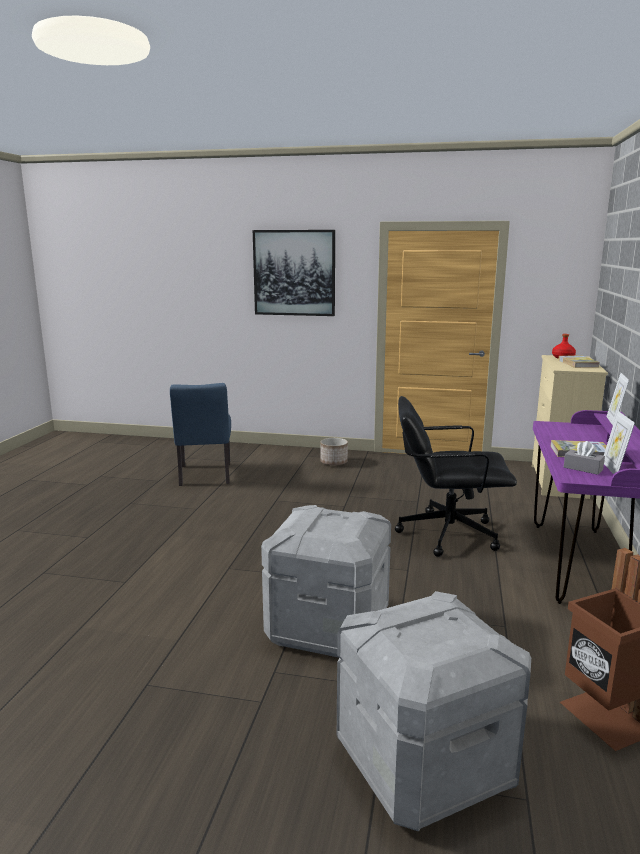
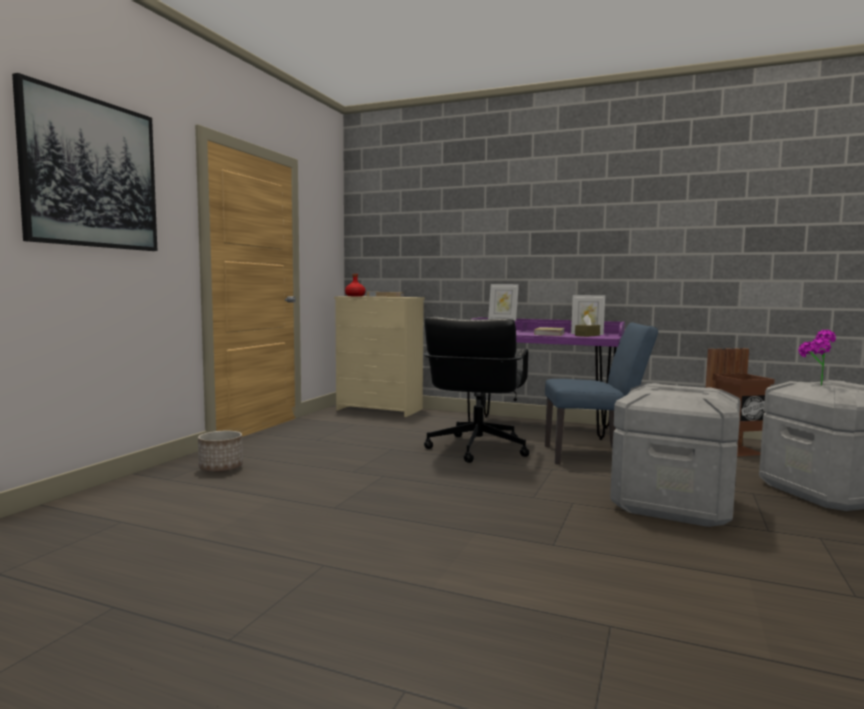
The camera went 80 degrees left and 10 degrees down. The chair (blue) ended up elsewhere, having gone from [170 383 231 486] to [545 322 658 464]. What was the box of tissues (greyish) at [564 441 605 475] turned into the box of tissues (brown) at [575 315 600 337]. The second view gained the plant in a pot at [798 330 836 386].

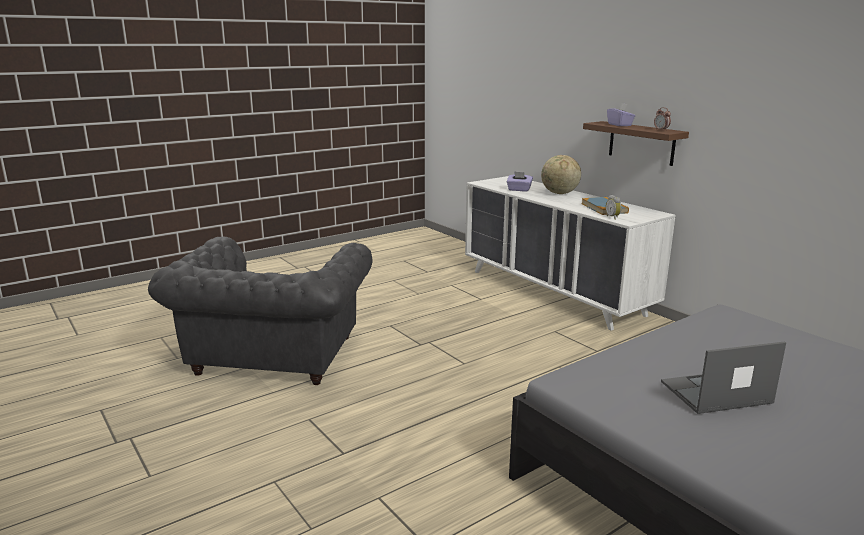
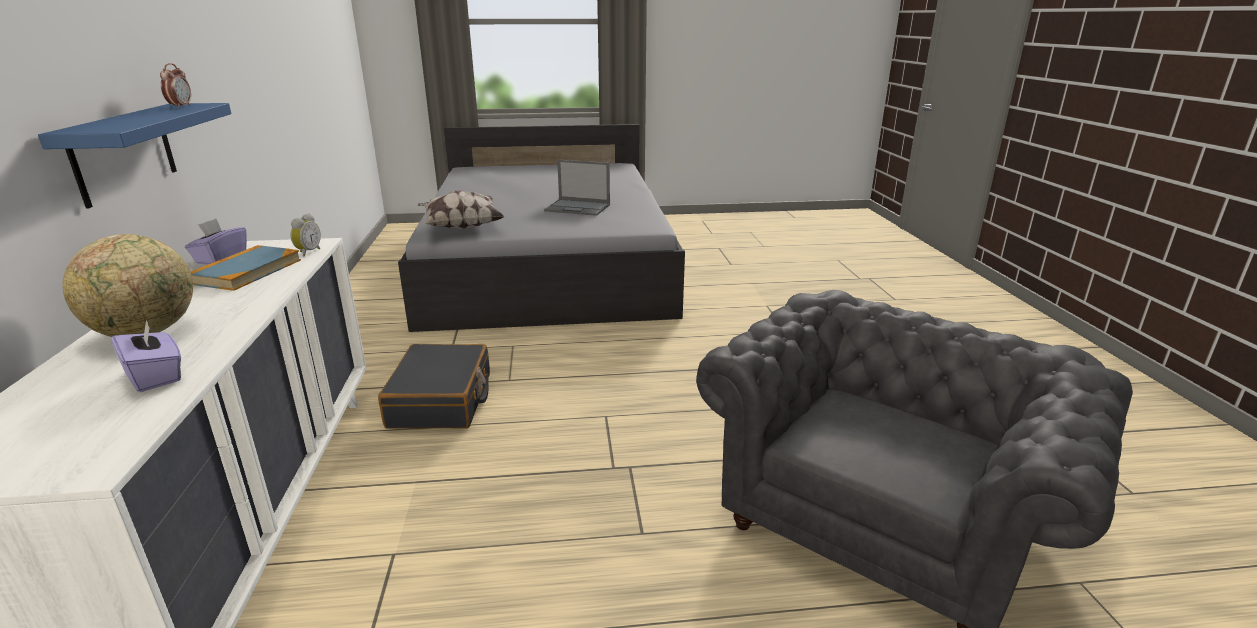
The camera went 150 degrees left and 5 degrees up. What was the bracket shelf (brown) at [583 121 689 166] turned into the bracket shelf (blue) at [38 103 231 209]. The box of tissues (purple) ended up elsewhere, having gone from [607 103 635 126] to [185 218 247 265]. The second view gained the suitcase (black-coloured) at [378 344 490 429]. The second view gained the pillow at [418 191 505 230].

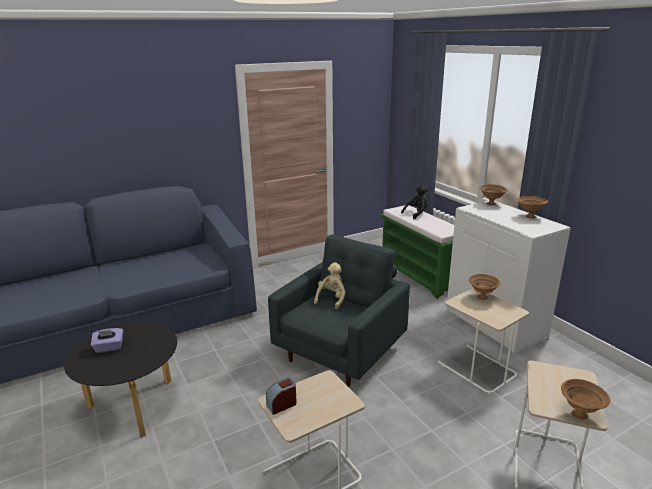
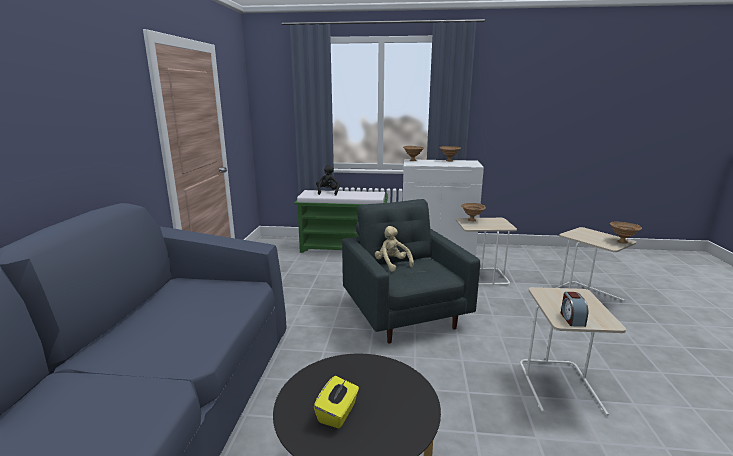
The camera went 55 degrees left and 5 degrees down. What was the box of tissues (purple) at [91 328 123 353] turned into the box of tissues (yellowish) at [314 376 359 428].

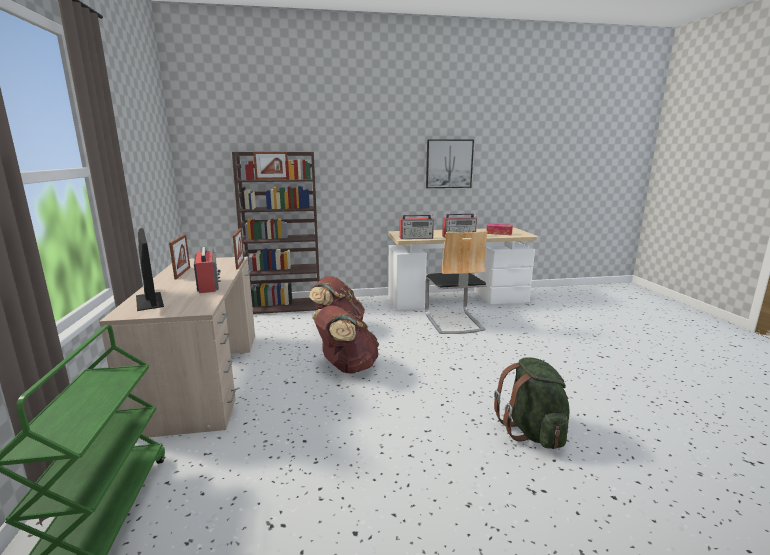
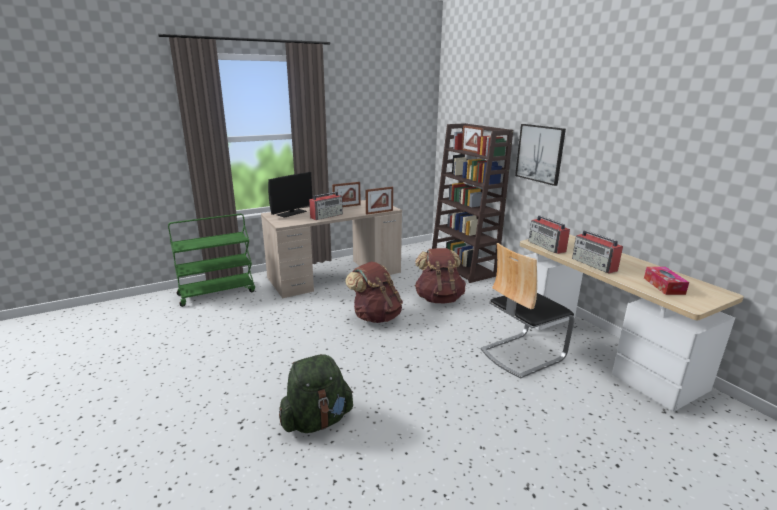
The camera went 70 degrees right and 5 degrees up. The wall picture ended up elsewhere, having gone from [426 139 474 188] to [515 124 566 186].

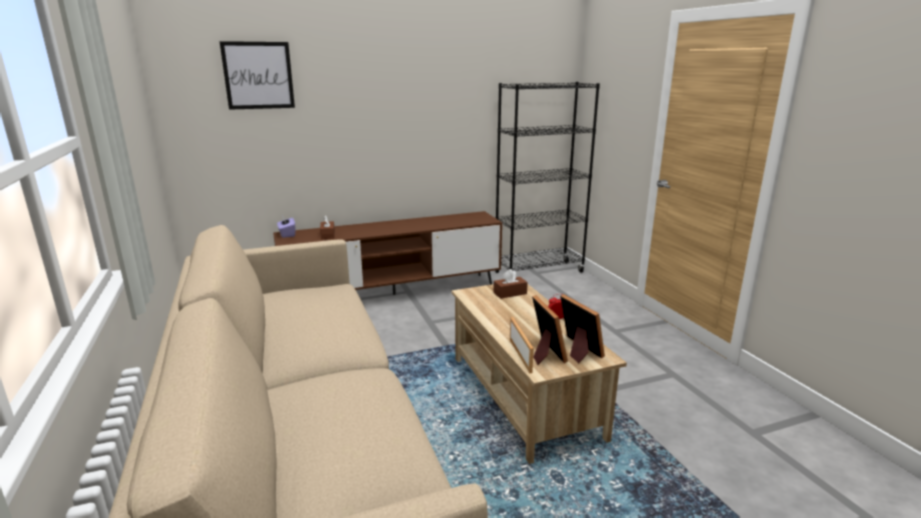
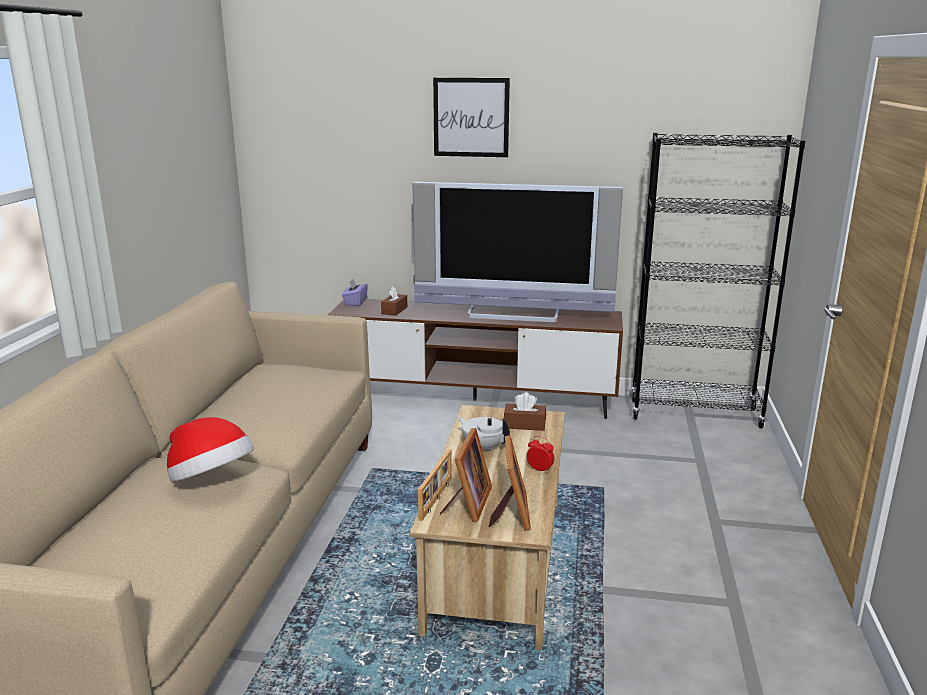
The camera went 30 degrees right and 0 degrees up. The second view gained the wearable hat at [167 417 254 482]. The second view gained the TV set at [412 182 623 322]. The wall picture ended up elsewhere, having gone from [219 41 295 110] to [433 78 510 157]. The second view gained the pot for tea (white) at [458 417 510 451].

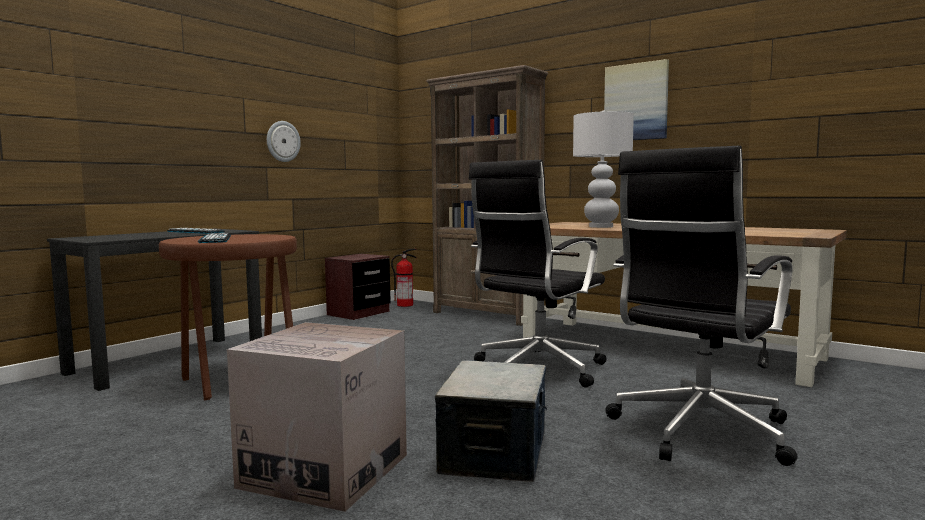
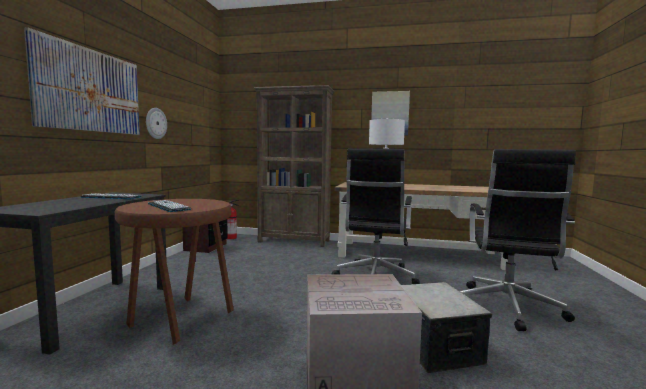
The camera went 25 degrees left and 0 degrees up. The second view gained the wall picture at [24 27 140 135].

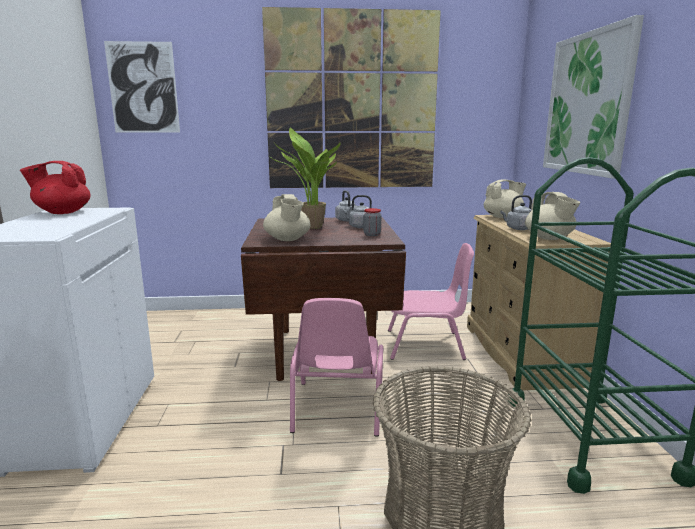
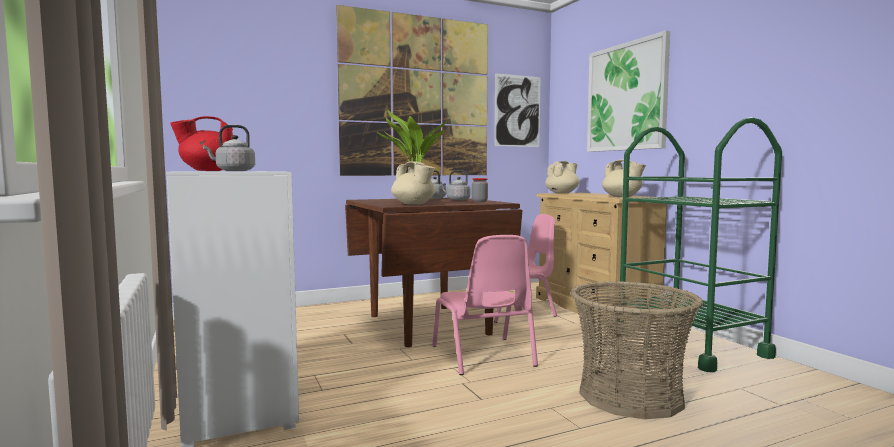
The camera went 20 degrees left and 10 degrees down. The kettle (greyish) ended up elsewhere, having gone from [500 195 532 230] to [203 125 255 171]. The wall picture ended up elsewhere, having gone from [104 41 180 133] to [494 73 541 147].

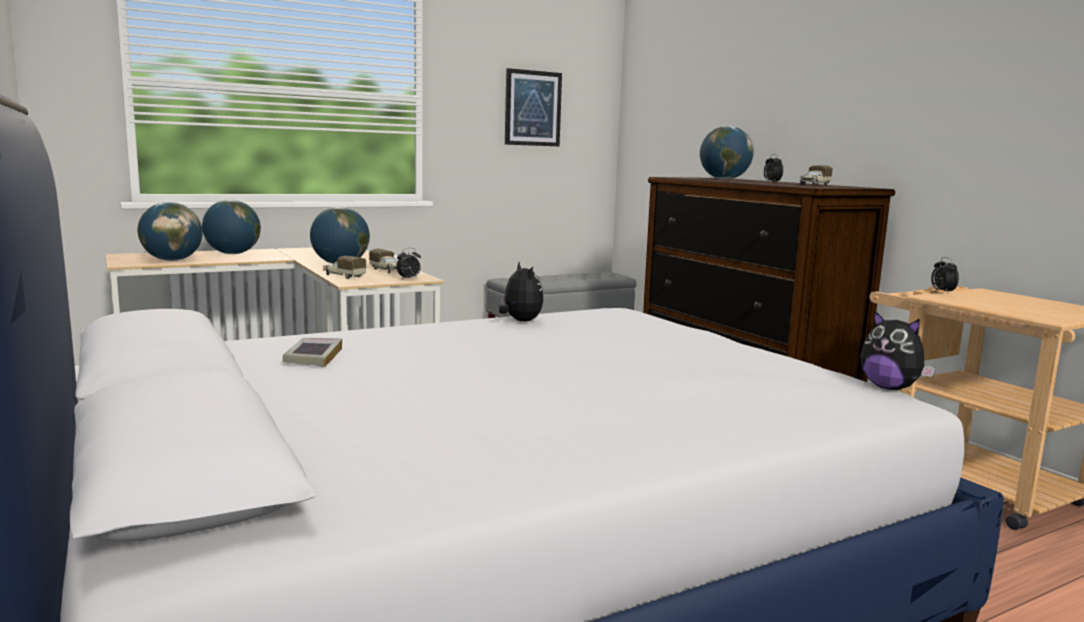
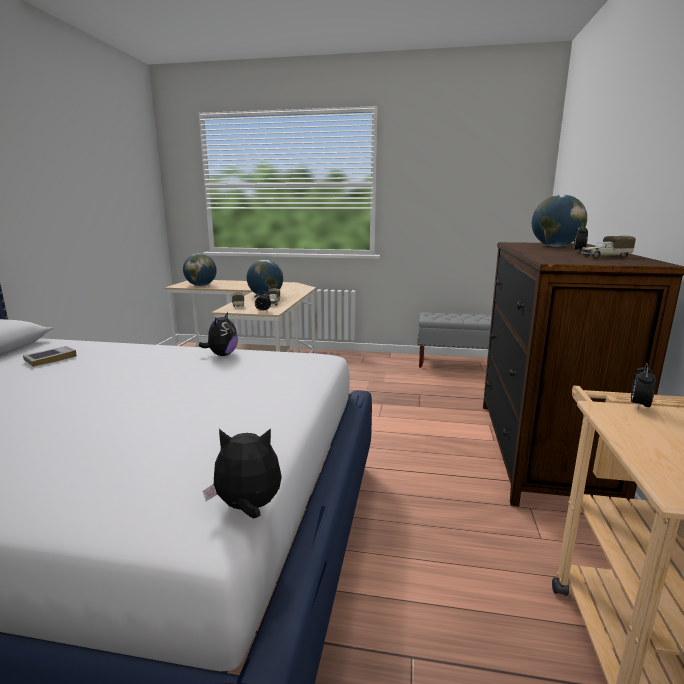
The camera went 40 degrees right and 5 degrees up. The plush toy at [860 311 935 390] ended up facing another way, 90 degrees clockwise from before. The second view lost the globe at [202 199 261 254]. The second view lost the wall picture at [505 68 562 146].

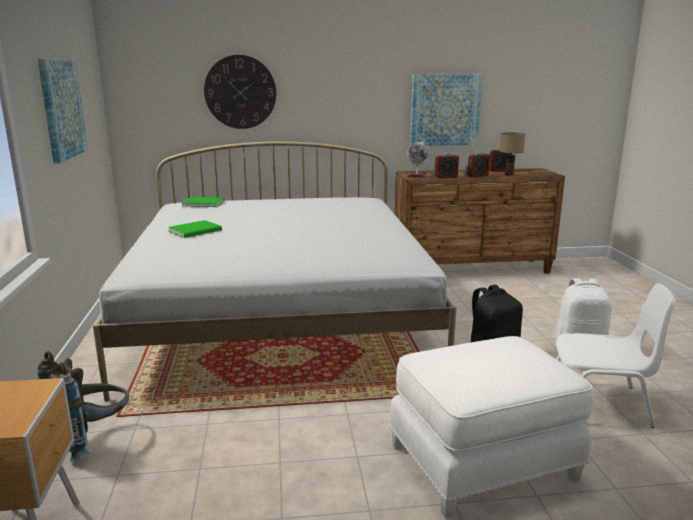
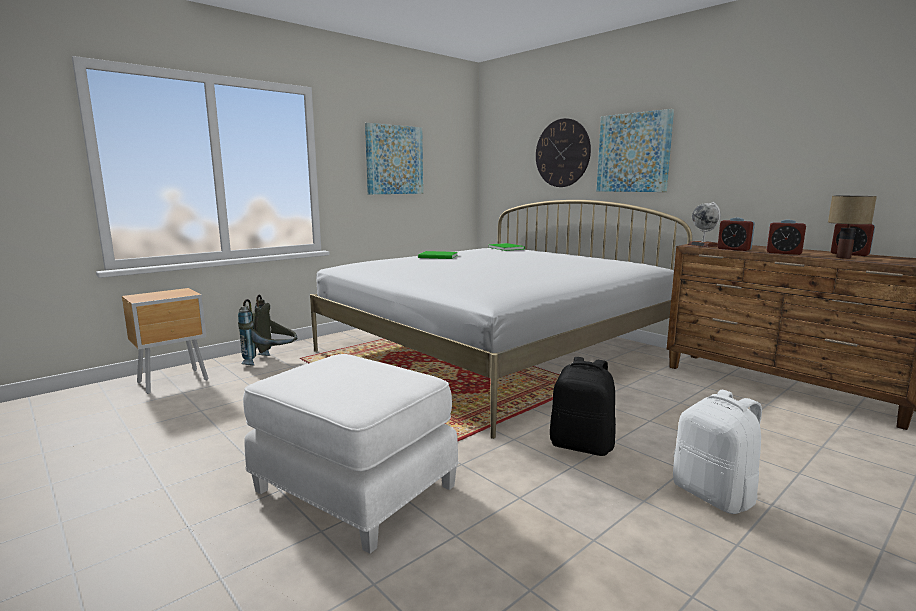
The camera went 55 degrees right and 5 degrees down. The wall picture ended up elsewhere, having gone from [410 74 482 146] to [597 109 674 192]. The second view lost the chair (white) at [556 284 676 428].

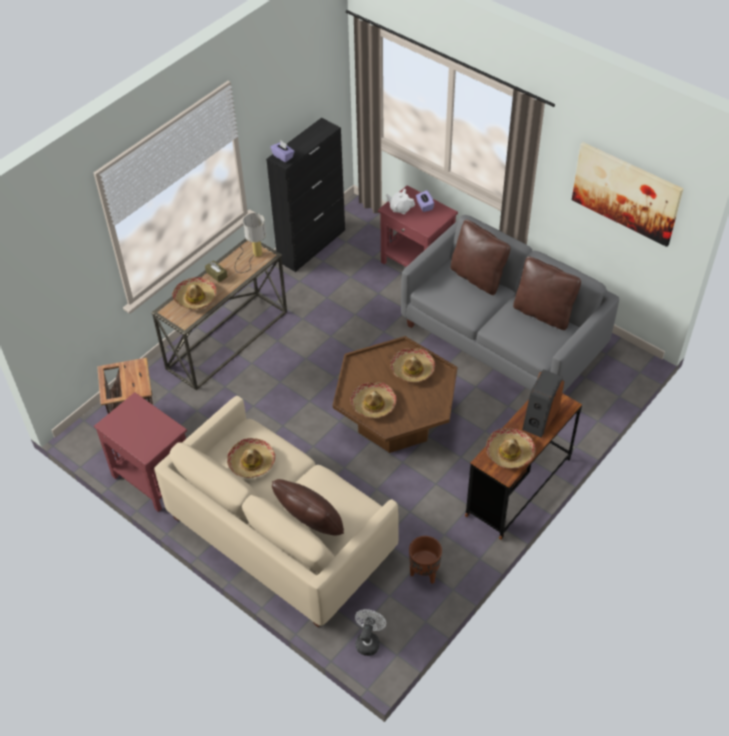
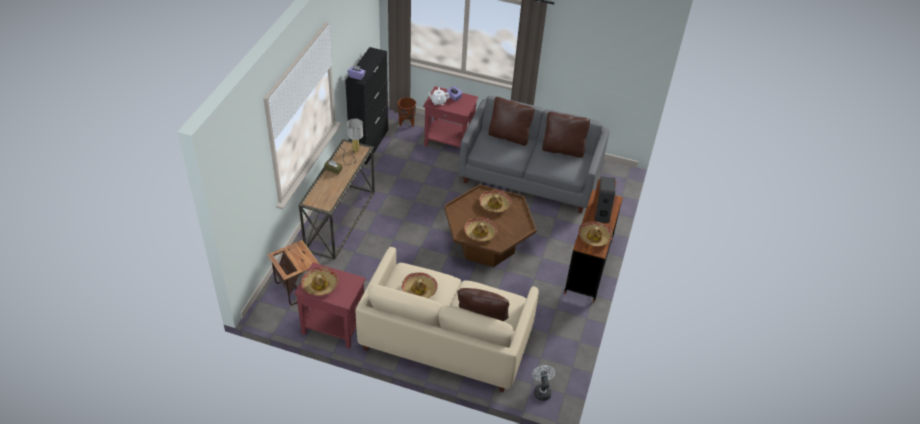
The camera went 25 degrees left and 5 degrees down. The wearable hat ended up elsewhere, having gone from [172 277 217 309] to [301 267 338 296]. The plant pot (brown) ended up elsewhere, having gone from [409 536 442 584] to [398 97 416 127]. The second view lost the wall picture at [572 142 683 247].

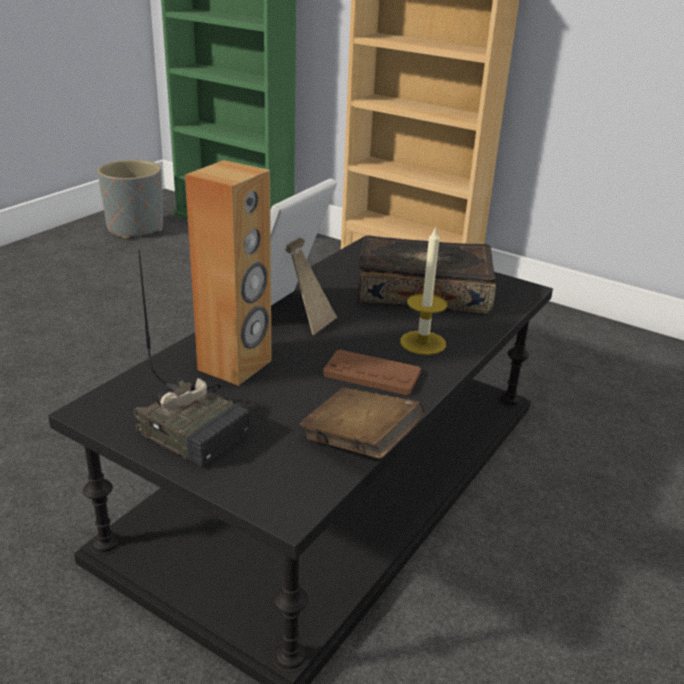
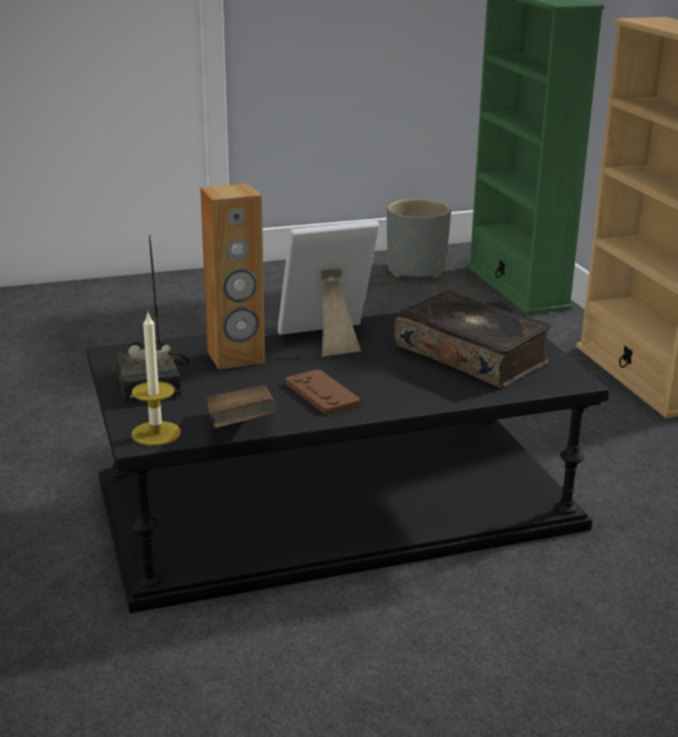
The camera went 40 degrees right and 5 degrees down. The candle ended up elsewhere, having gone from [400 226 447 355] to [131 313 181 446].

